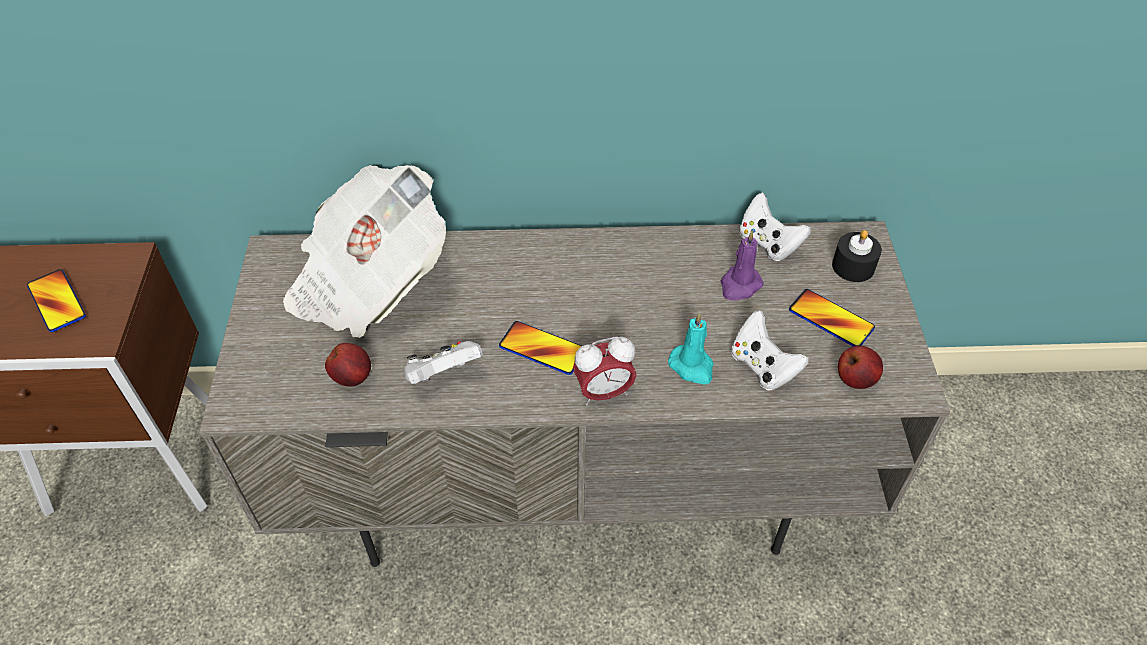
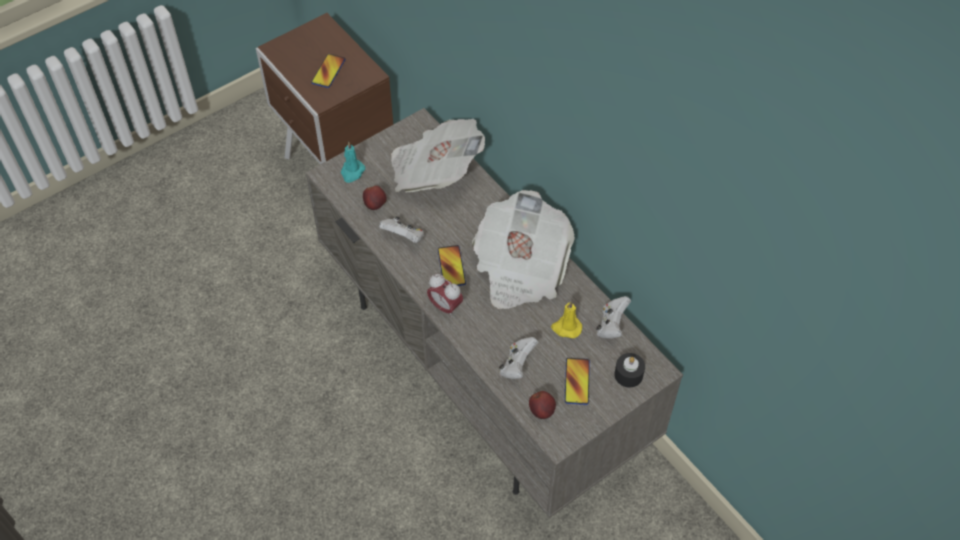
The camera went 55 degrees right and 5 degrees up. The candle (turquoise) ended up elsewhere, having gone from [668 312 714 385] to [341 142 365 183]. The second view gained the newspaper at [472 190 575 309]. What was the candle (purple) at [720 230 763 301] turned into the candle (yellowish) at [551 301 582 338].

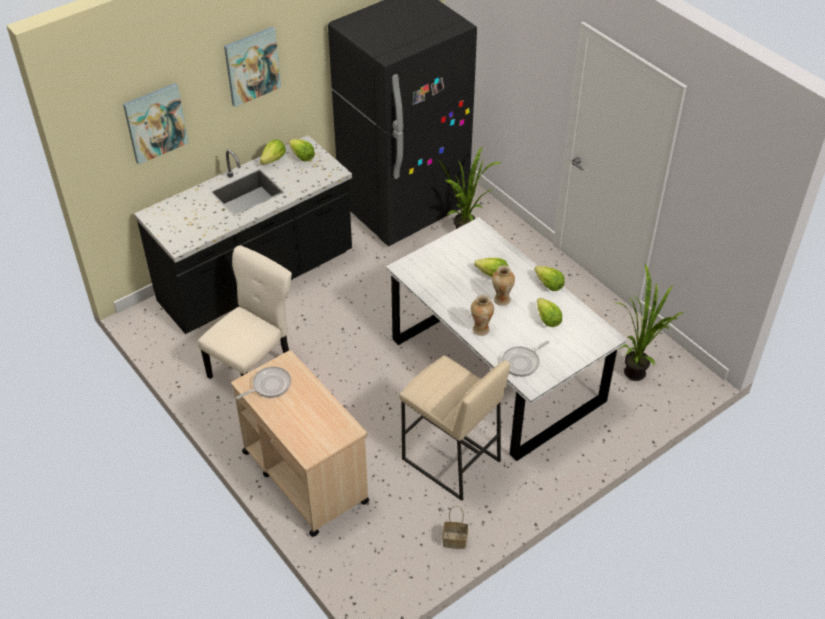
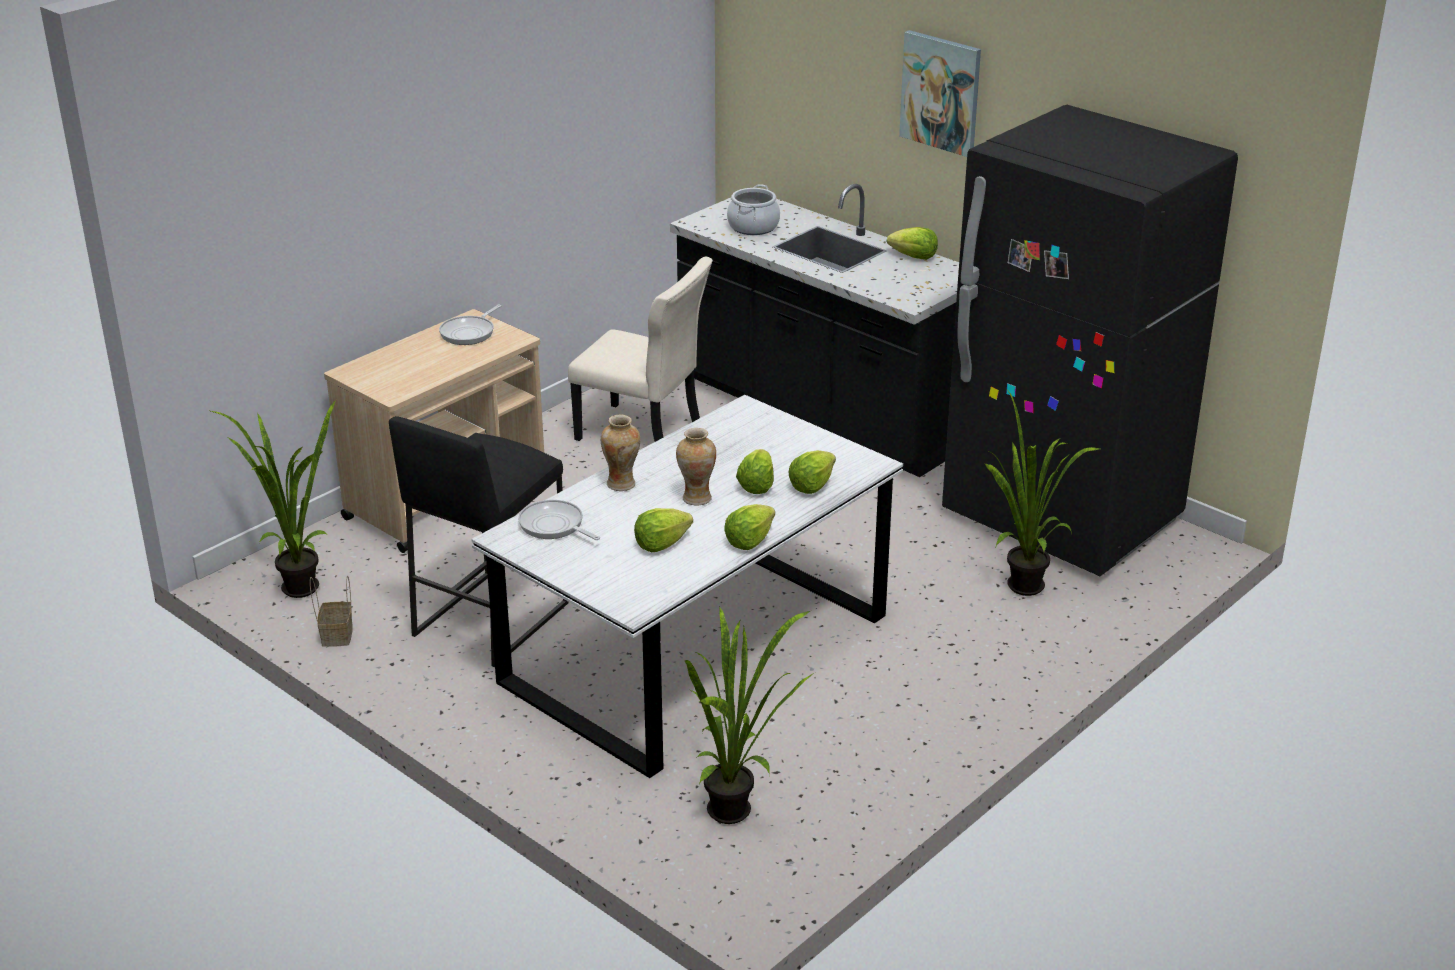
The camera went 80 degrees right and 15 degrees down. The second view gained the plant in a pot at [211 400 336 598]. What was the sitting stool (beige-coloured) at [399 356 510 501] turned into the sitting stool (black-coloured) at [389 416 569 667]. The pan at [236 367 291 399] ended up facing another way, 75 degrees clockwise from before. The second view gained the stockpot at [727 184 780 235]. The lettuce head ended up elsewhere, having gone from [289 139 315 161] to [789 450 836 494]. The second view lost the wall picture at [123 83 188 165].

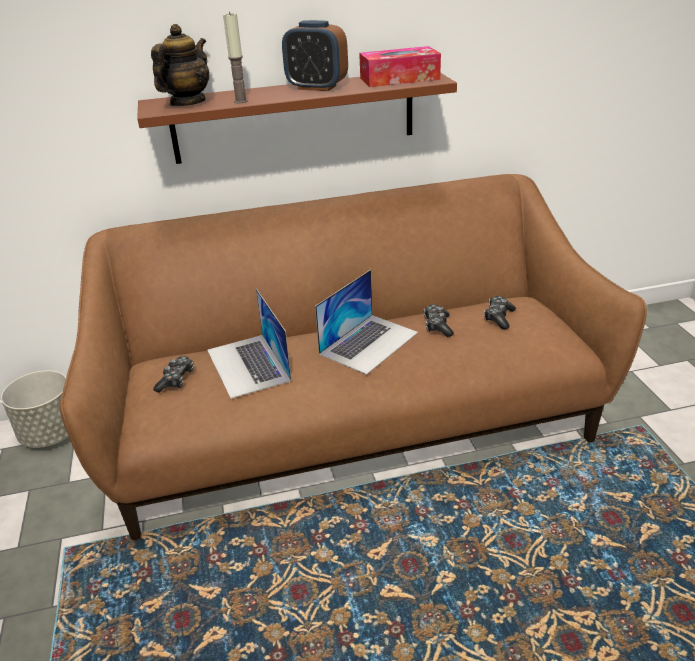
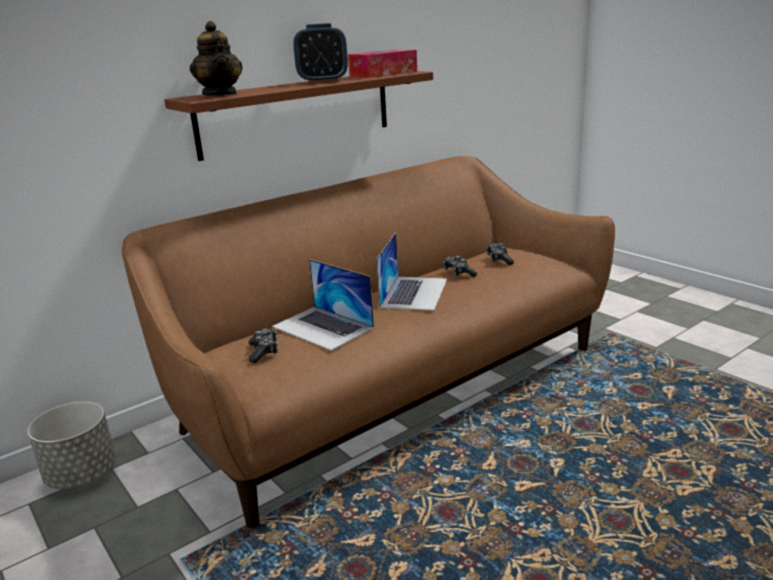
The camera went 25 degrees left and 10 degrees down. The pot for tea at [151 24 209 106] ended up facing another way, 150 degrees clockwise from before. The second view lost the candle at [223 12 248 103].

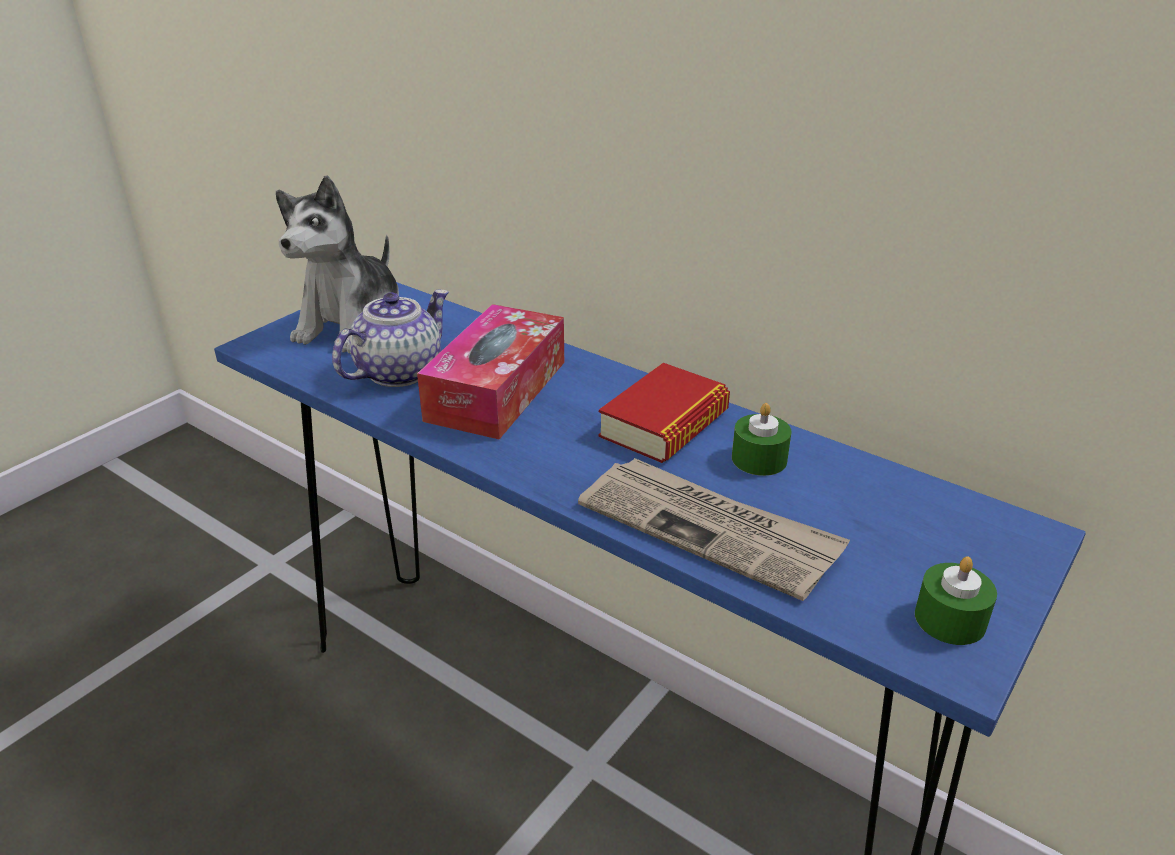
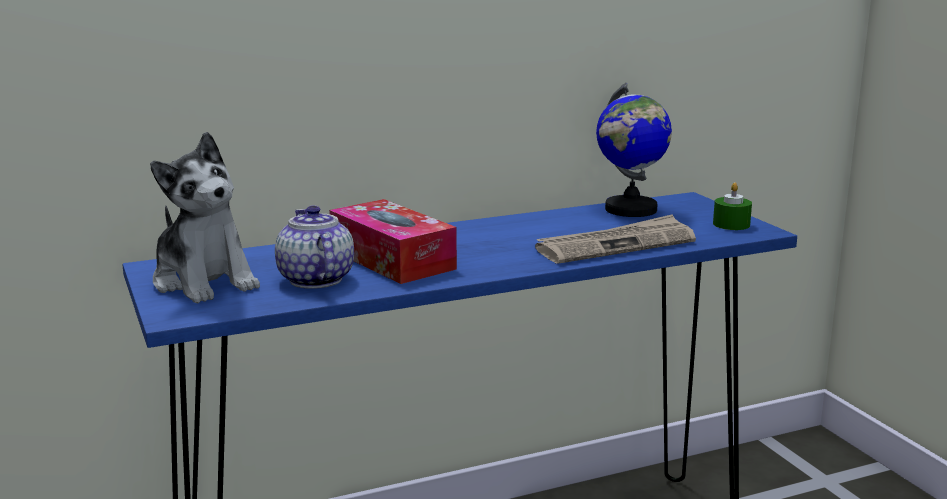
The camera went 60 degrees left and 15 degrees down. The second view gained the globe at [596 83 672 217]. The second view lost the volume at [598 363 730 463]. The second view lost the candle (greenish) at [732 403 792 476].

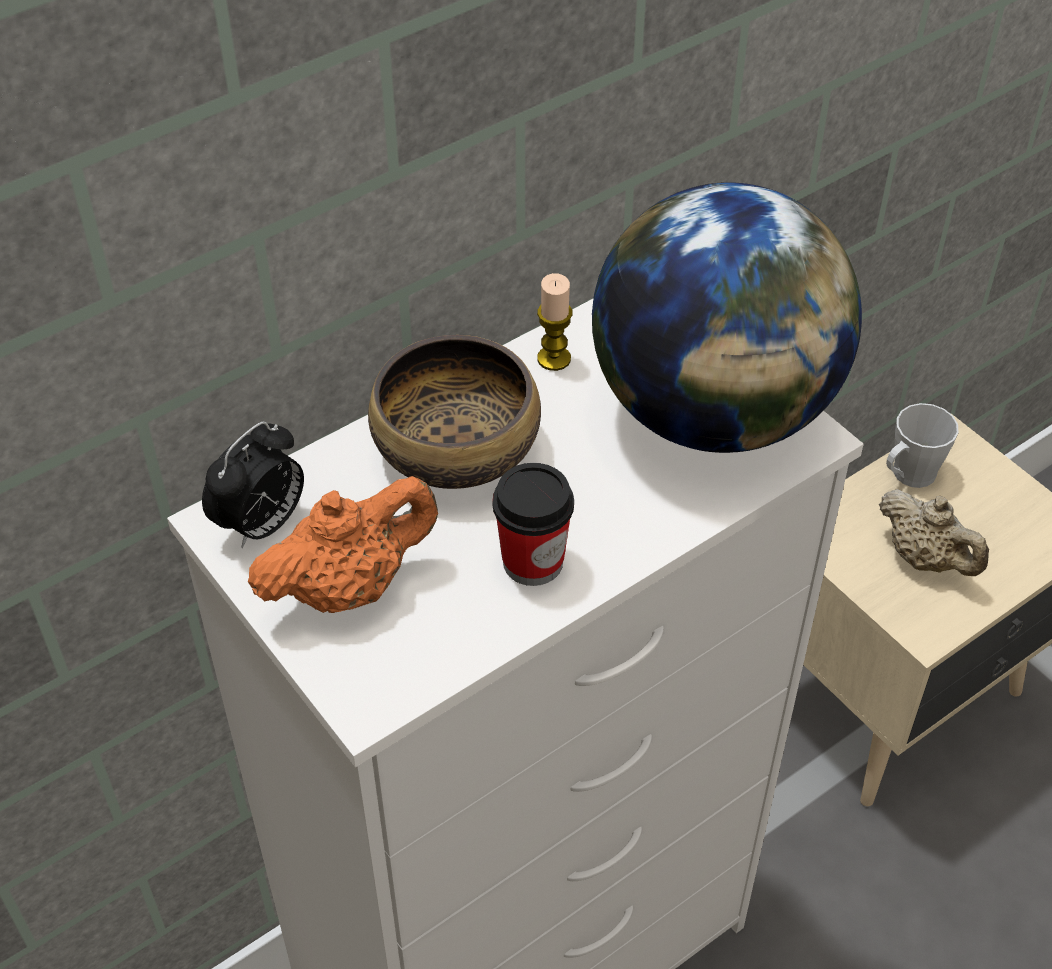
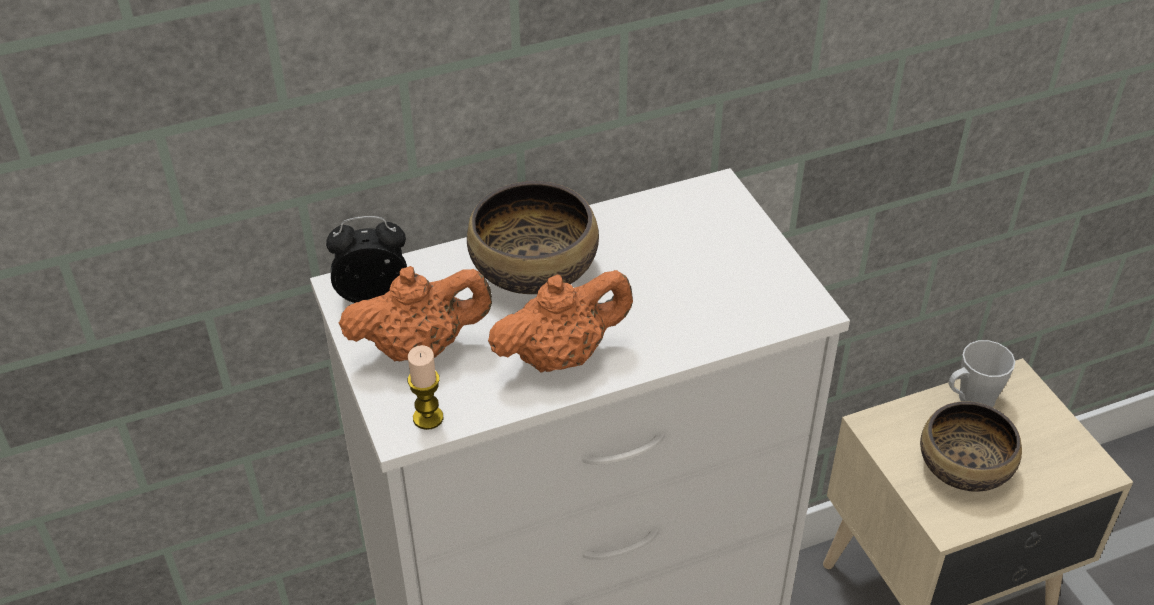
The camera went 15 degrees right and 5 degrees down. The table clock at [202 422 304 548] ended up facing another way, 150 degrees counterclockwise from before. The candle ended up elsewhere, having gone from [537 273 573 371] to [408 345 443 430]. Where the cup stood at [492 463 574 586], the pot for tea (orange) came to stand at [488 270 633 373]. Where the pot for tea (beige-coloured) stood at [879 489 989 576], the serving bowl came to stand at [920 401 1022 492]. The second view lost the globe at [592 182 862 453].

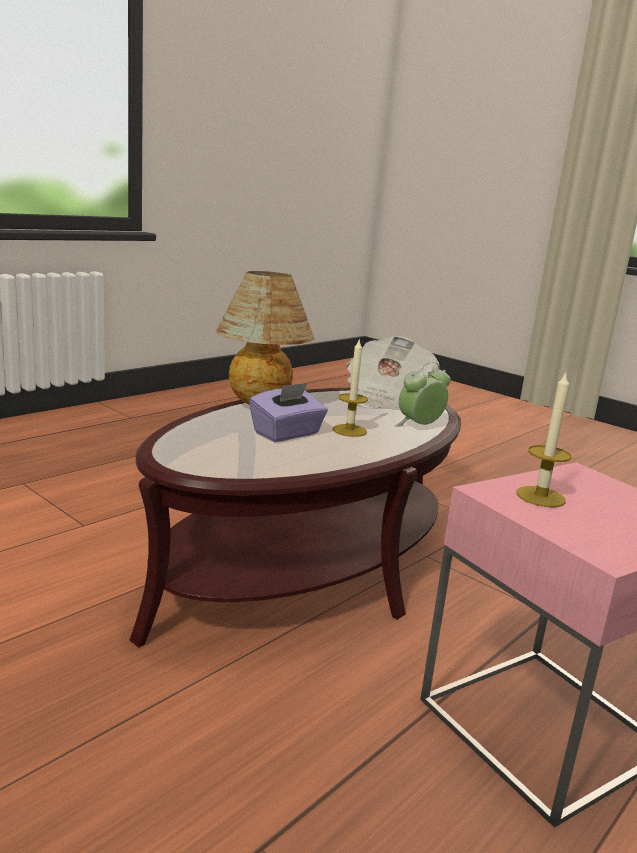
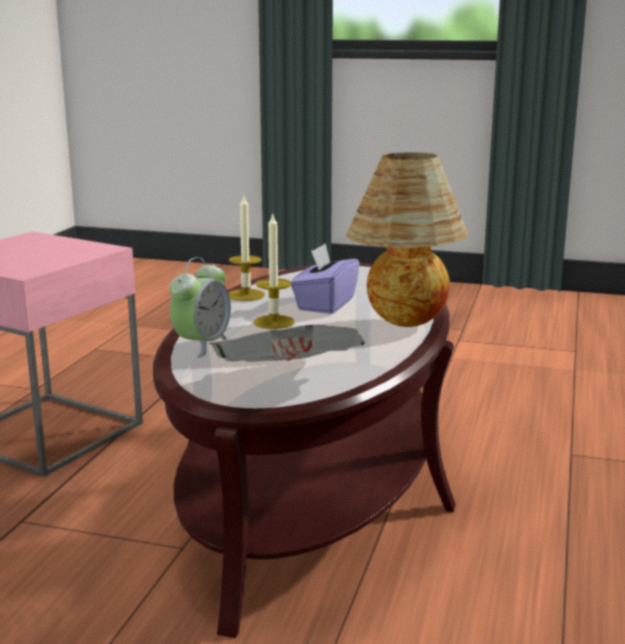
The camera went 155 degrees right and 0 degrees up. The candle ended up elsewhere, having gone from [516 373 571 507] to [229 196 265 301].

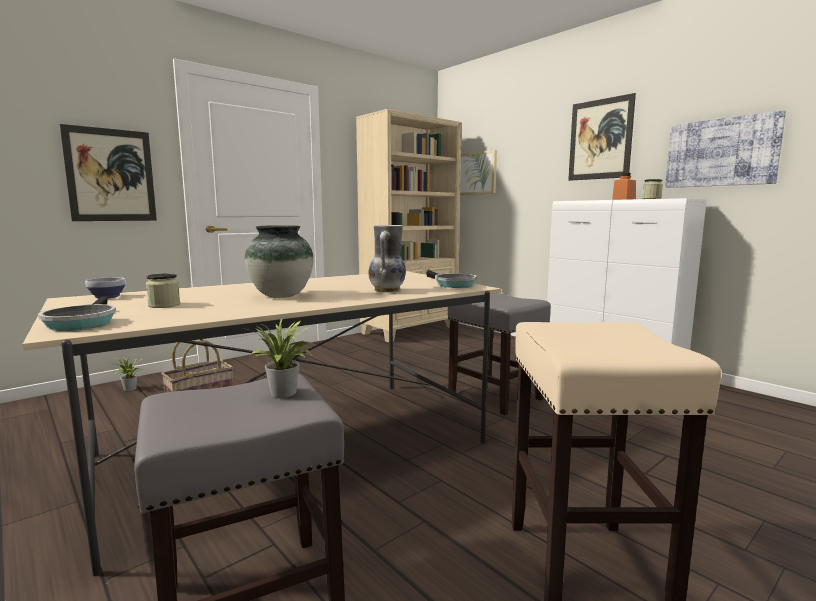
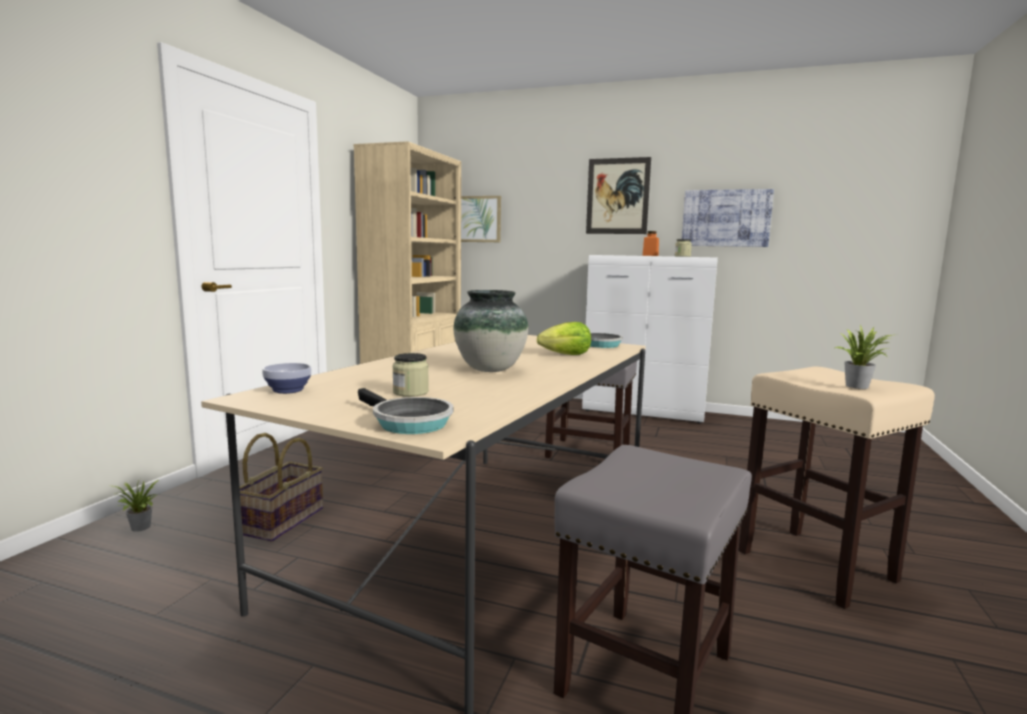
The camera went 30 degrees left and 0 degrees up. Where the vase stood at [368 225 406 292], the lettuce head came to stand at [537 322 591 355]. The plant in a pot ended up elsewhere, having gone from [247 318 312 398] to [835 325 894 389]. The second view lost the wall picture at [60 124 157 221].

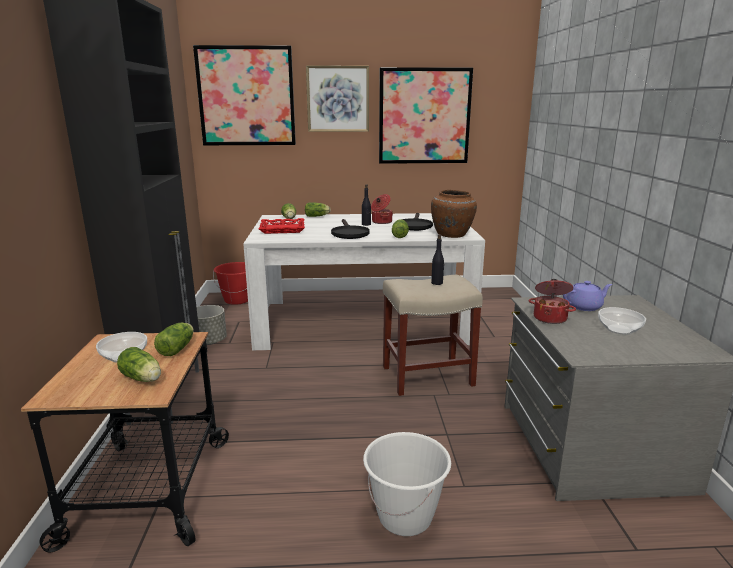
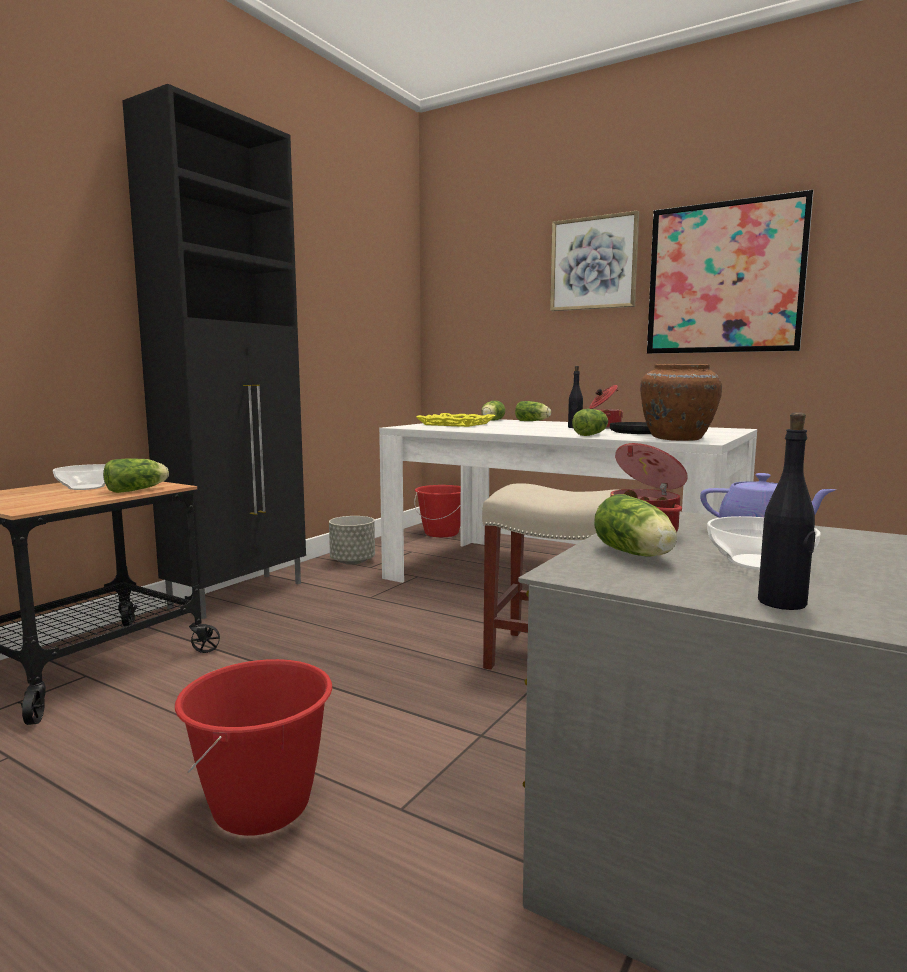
The camera went 35 degrees right and 10 degrees down. What was the pail (white) at [363 432 451 536] turned into the pail (red-coloured) at [175 659 332 836]. What was the carrying tray (red-coloured) at [259 218 305 234] turned into the carrying tray (yellowish) at [416 413 495 427]. The lettuce head ended up elsewhere, having gone from [117 347 161 382] to [594 494 677 557]. The drink bottle (black-coloured) ended up elsewhere, having gone from [431 234 444 285] to [758 412 815 610]. The second view lost the wall picture at [193 45 296 145]. The second view lost the pan (black-coloured) at [331 219 370 239].

